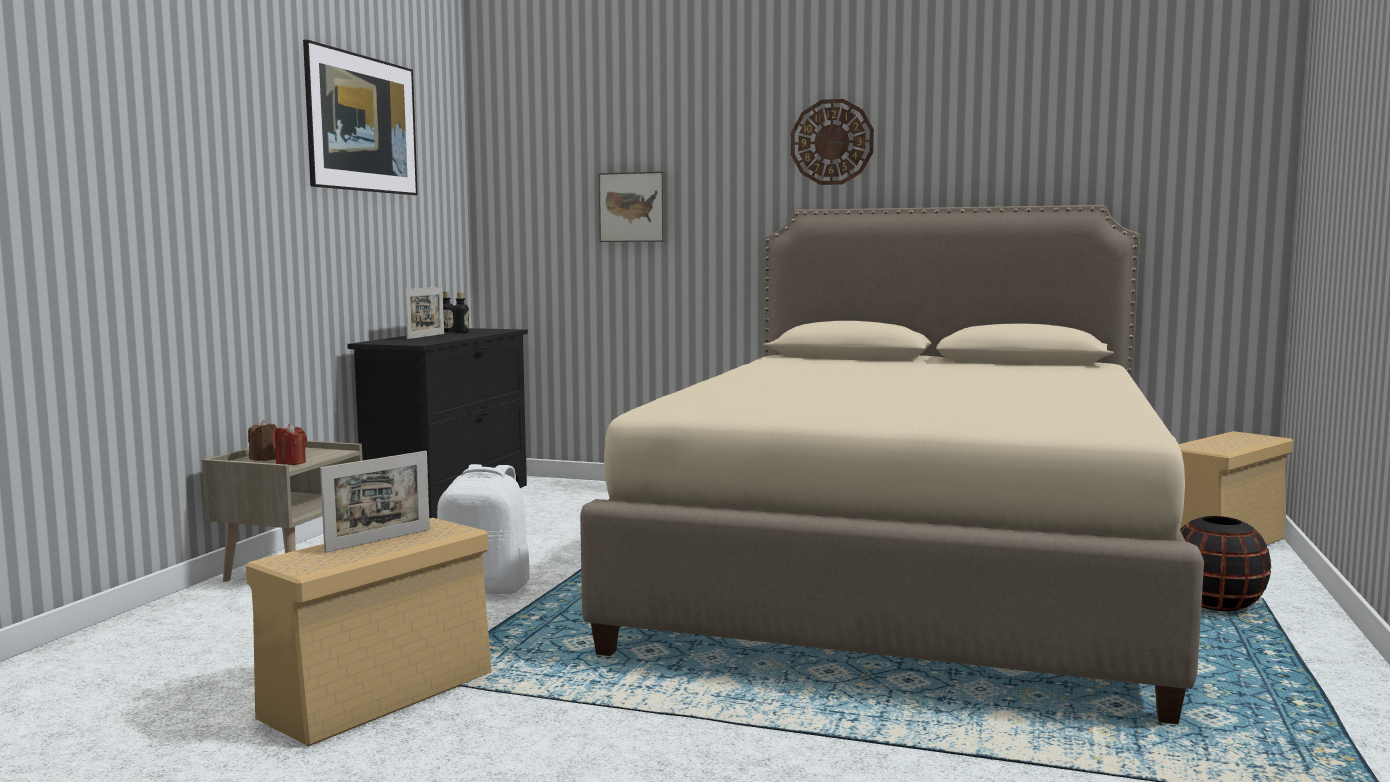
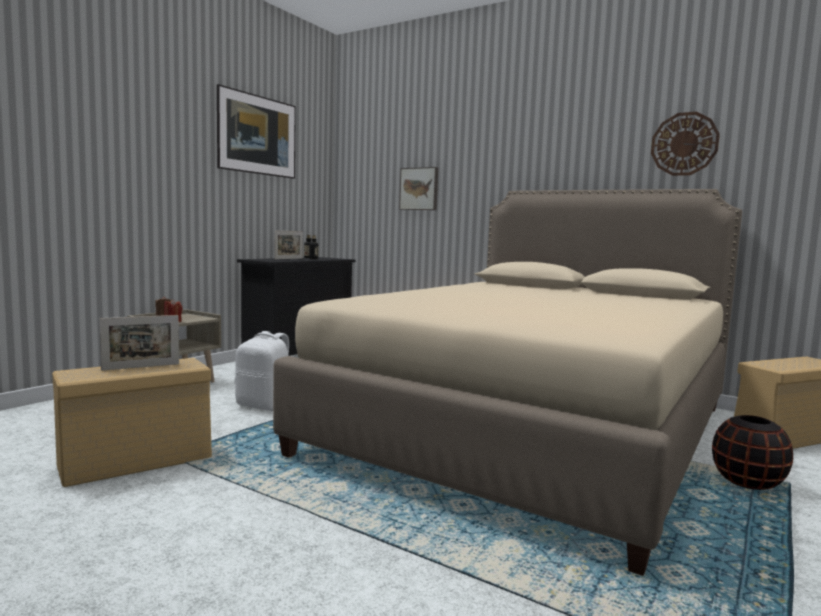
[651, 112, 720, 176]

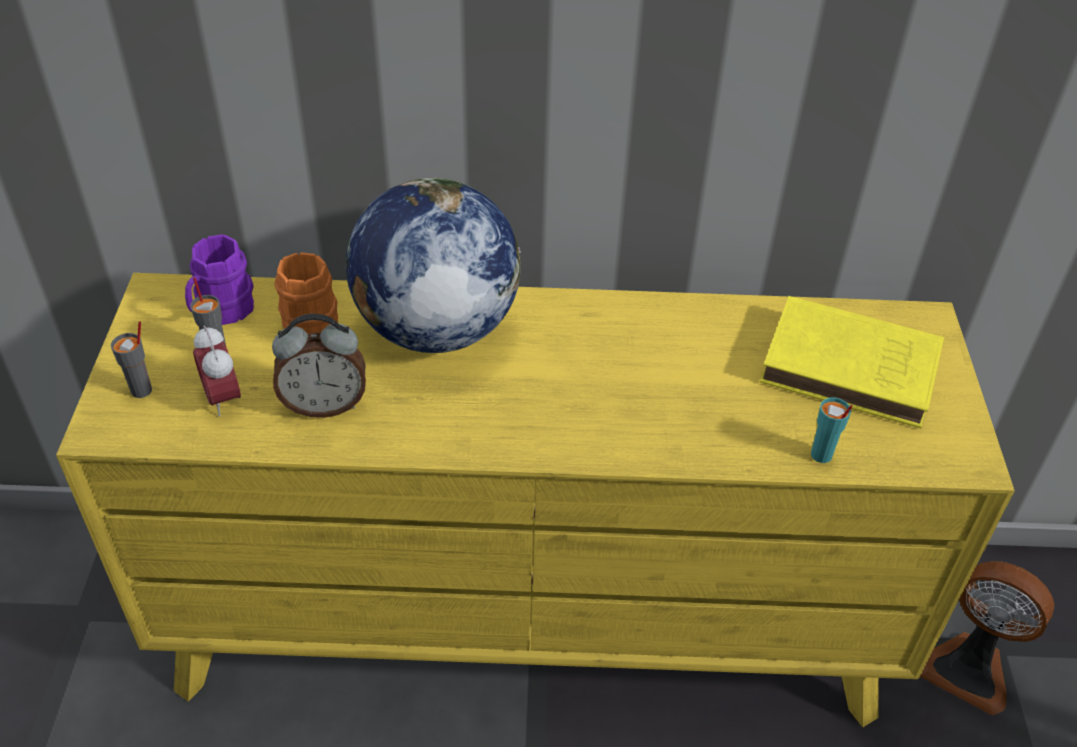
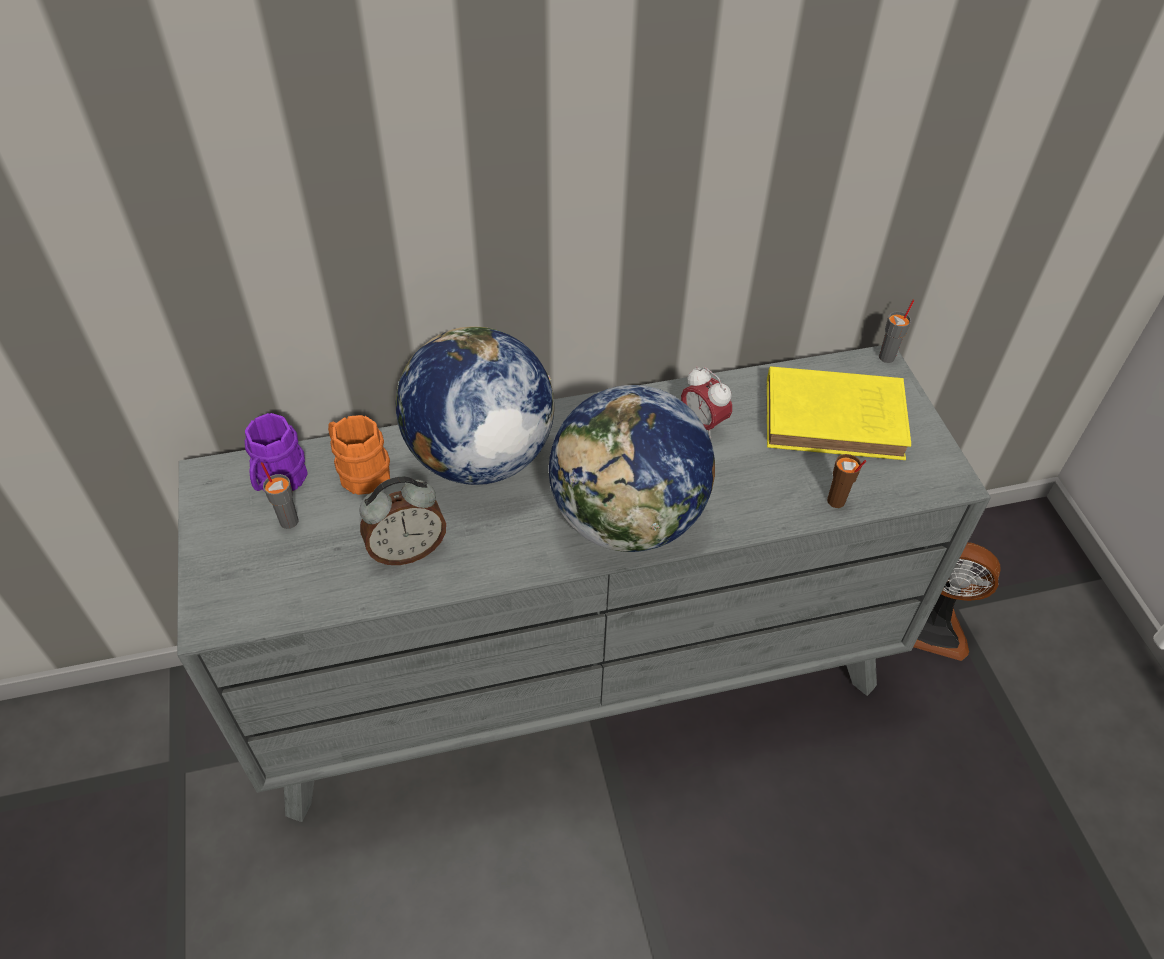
[177, 345, 991, 822]
[879, 300, 914, 363]
[681, 366, 732, 438]
[827, 454, 866, 508]
[549, 385, 715, 552]

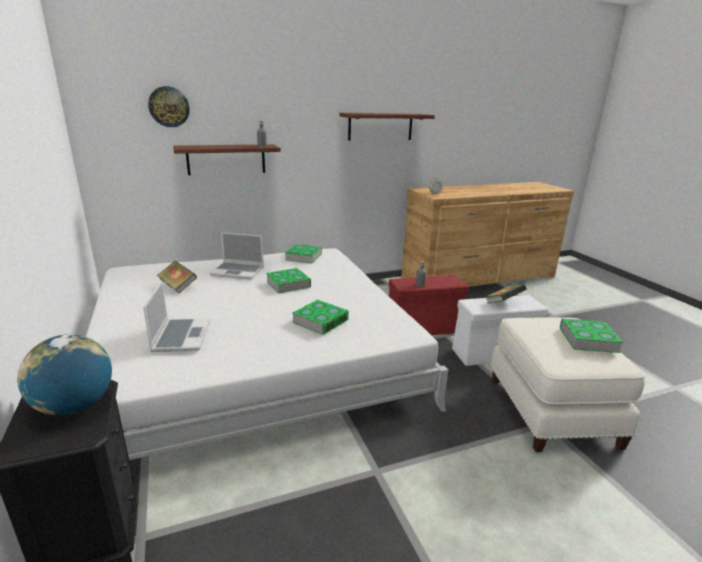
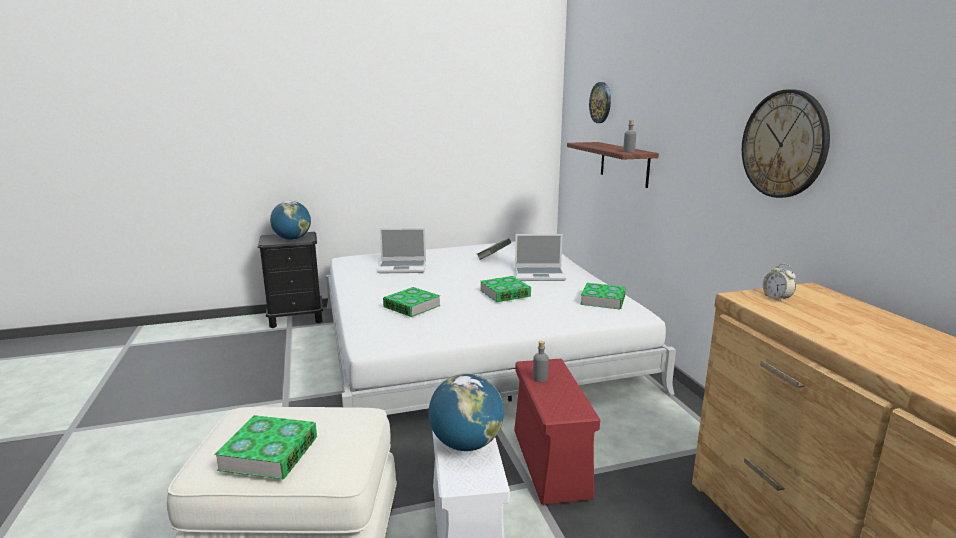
[515, 234, 566, 281]
[742, 89, 830, 198]
[429, 374, 504, 451]

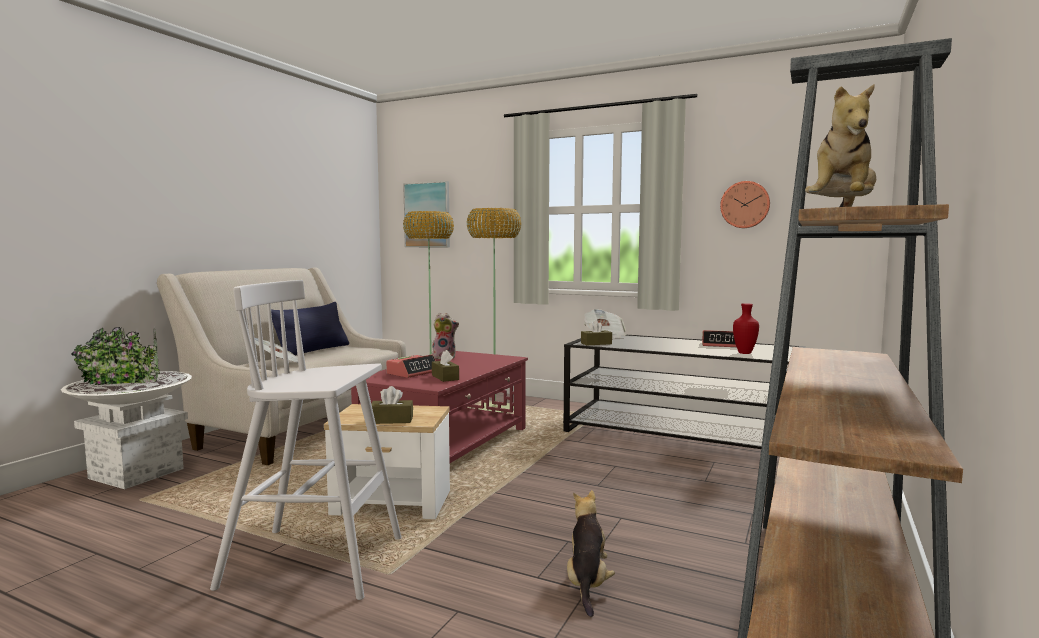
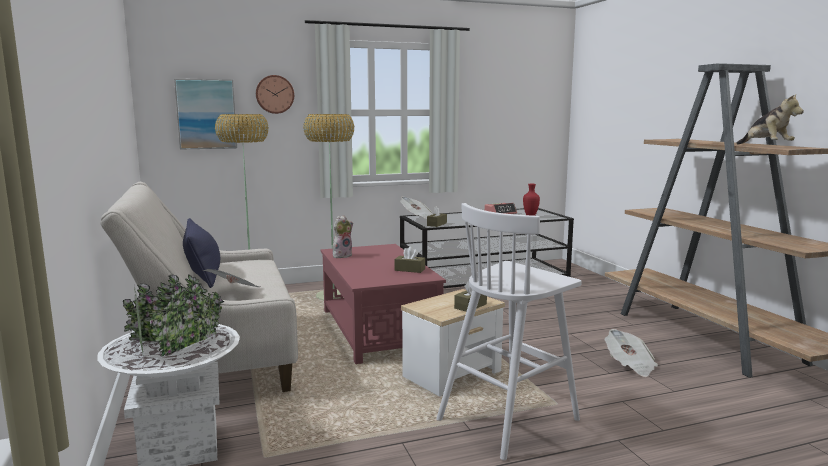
[386, 354, 436, 378] (first image)
[605, 329, 658, 377]
[256, 75, 294, 114]

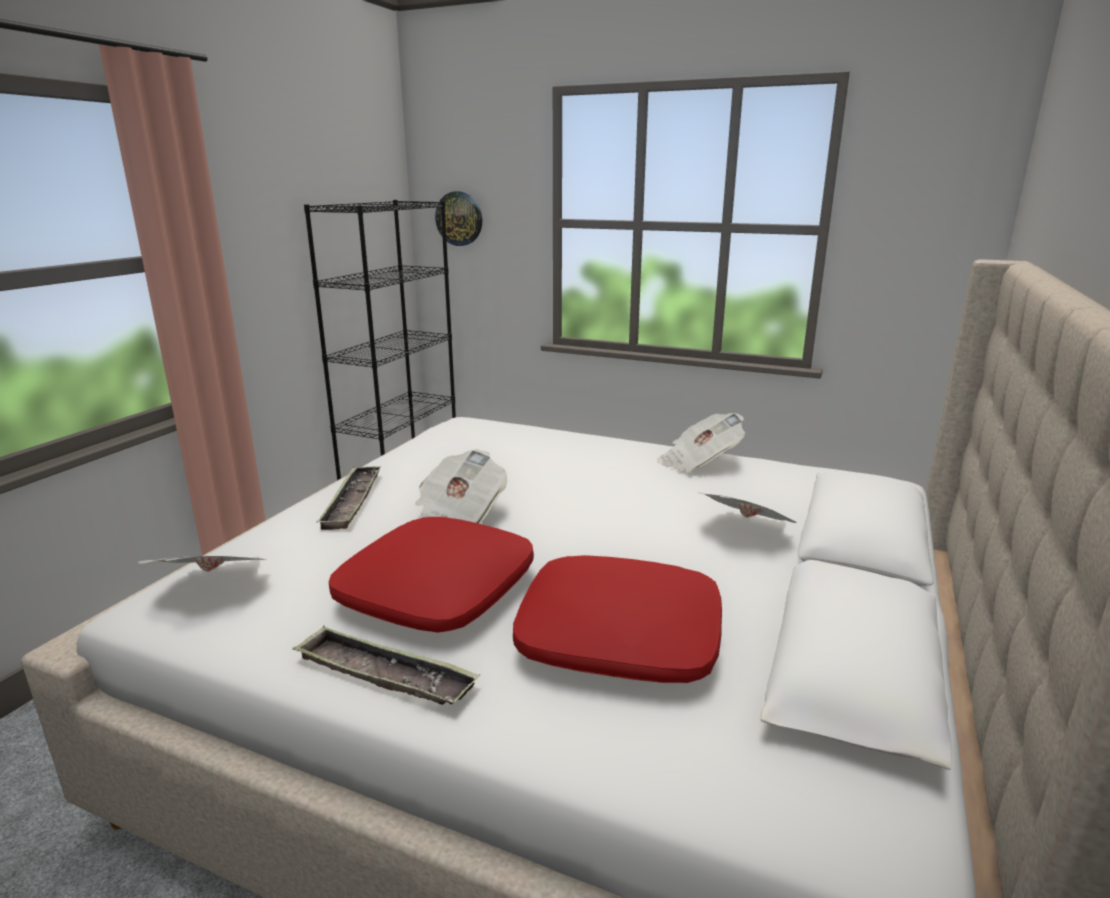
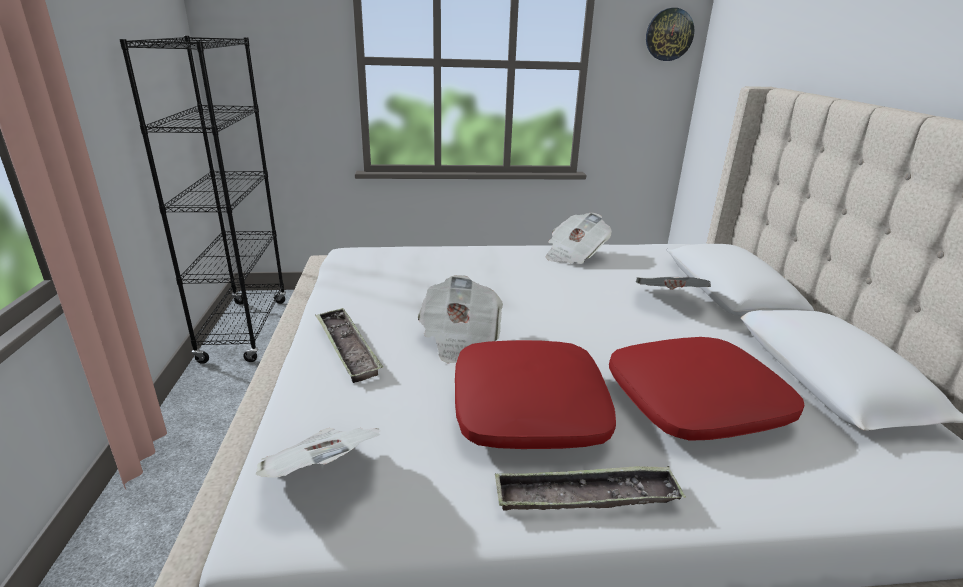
[646, 8, 694, 61]

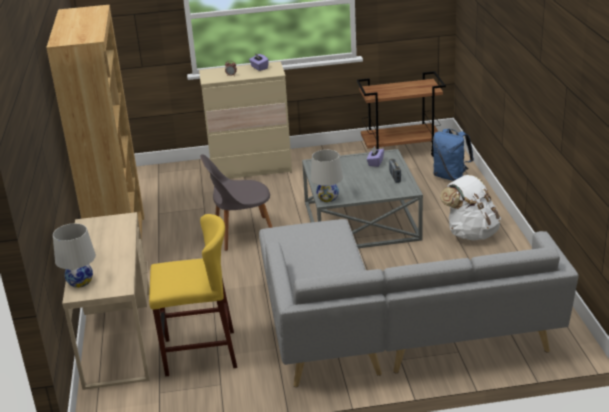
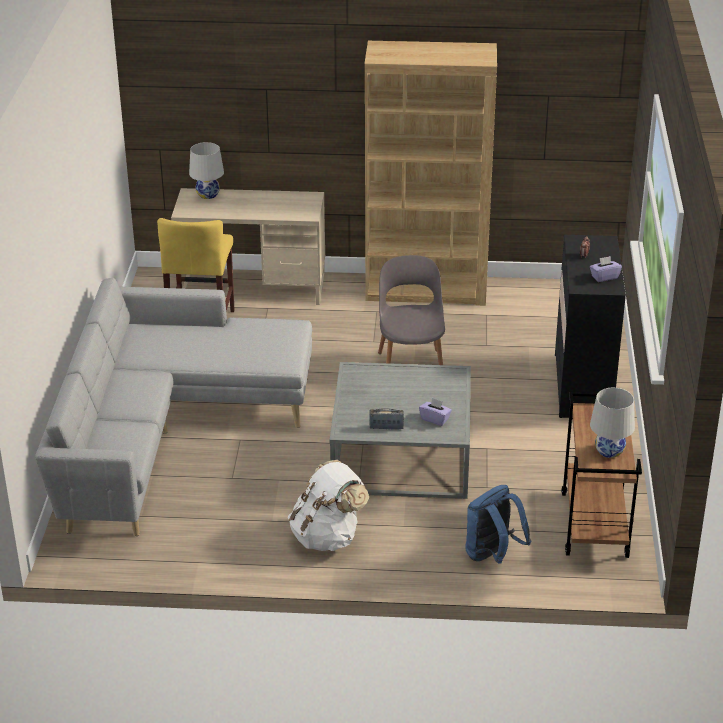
[555, 235, 626, 418]
[590, 388, 635, 458]

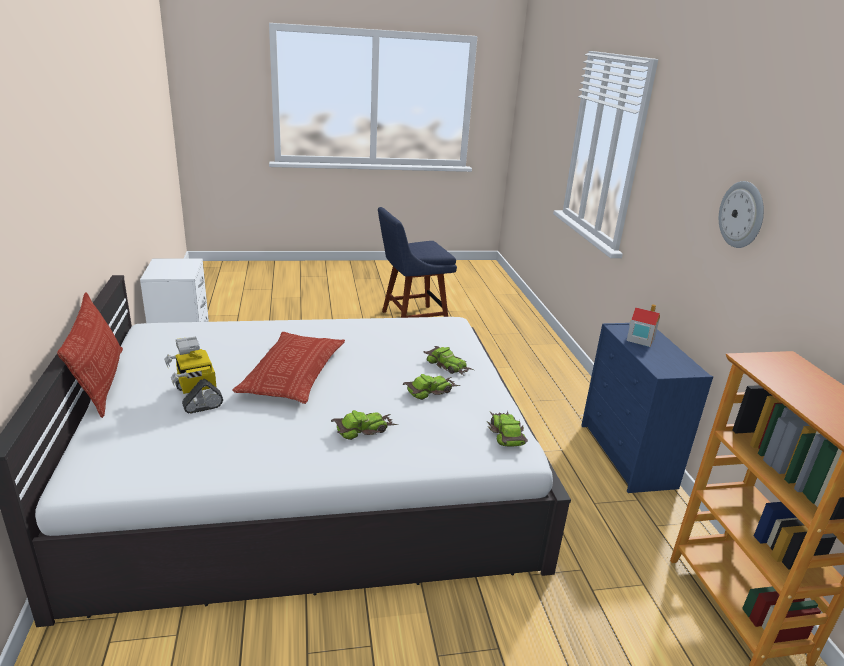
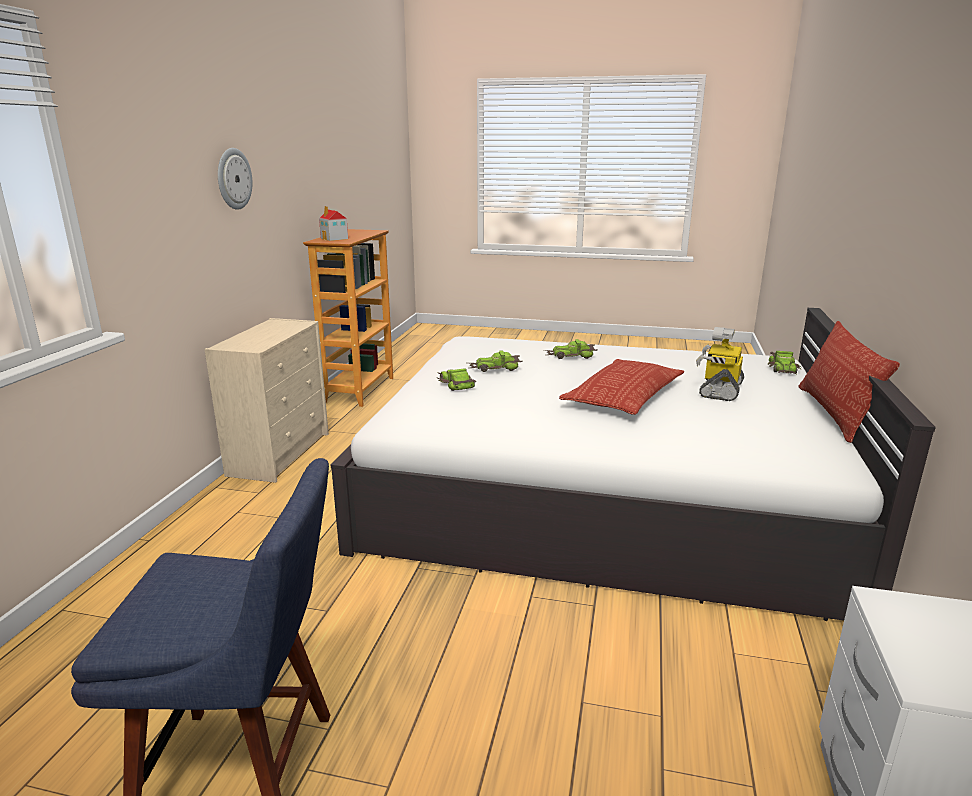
[696, 327, 744, 401]
[768, 351, 802, 375]
[204, 318, 329, 483]
[319, 206, 348, 241]

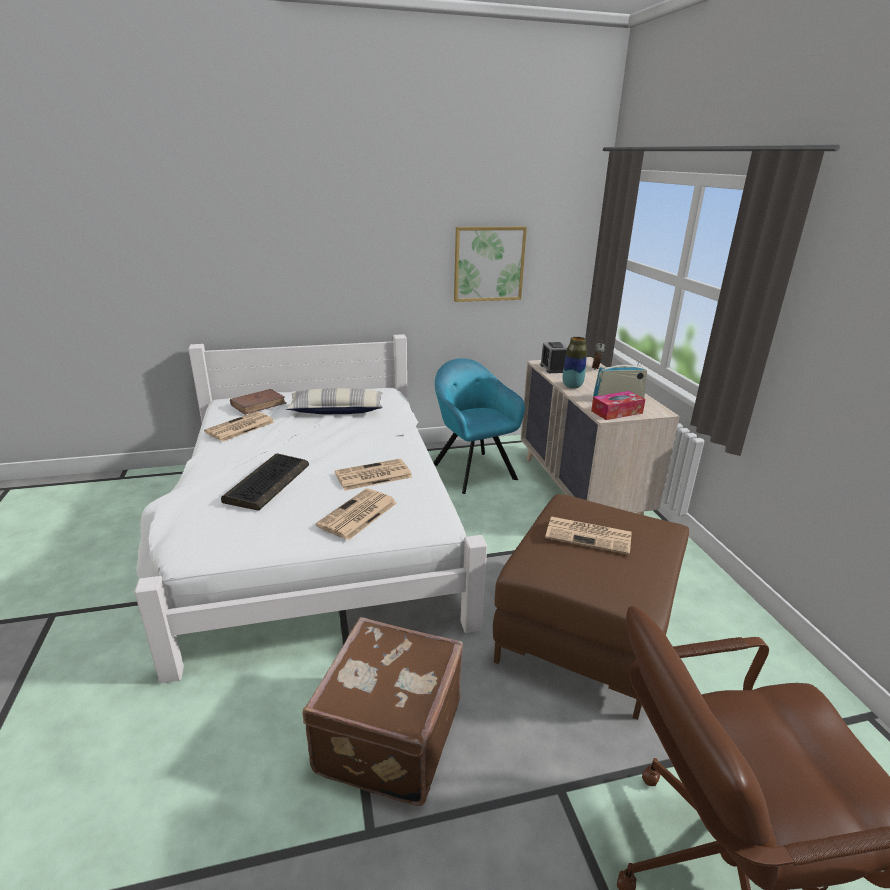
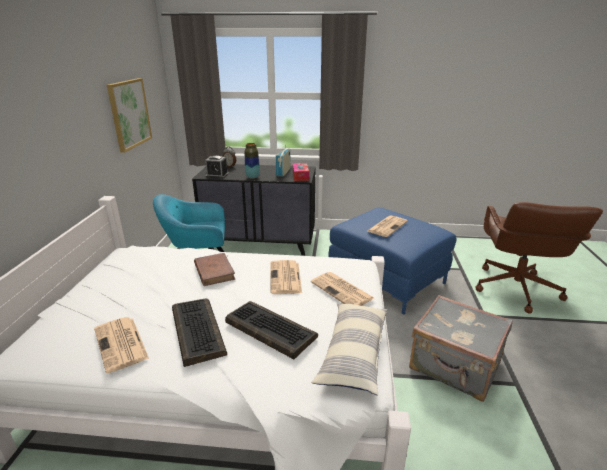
[194, 253, 235, 286]
[312, 303, 388, 396]
[409, 295, 513, 402]
[329, 207, 457, 315]
[192, 164, 316, 256]
[172, 299, 227, 367]

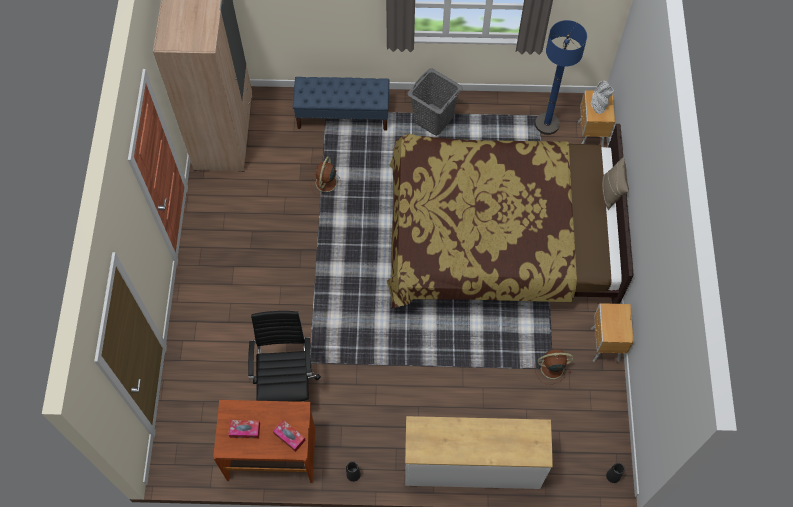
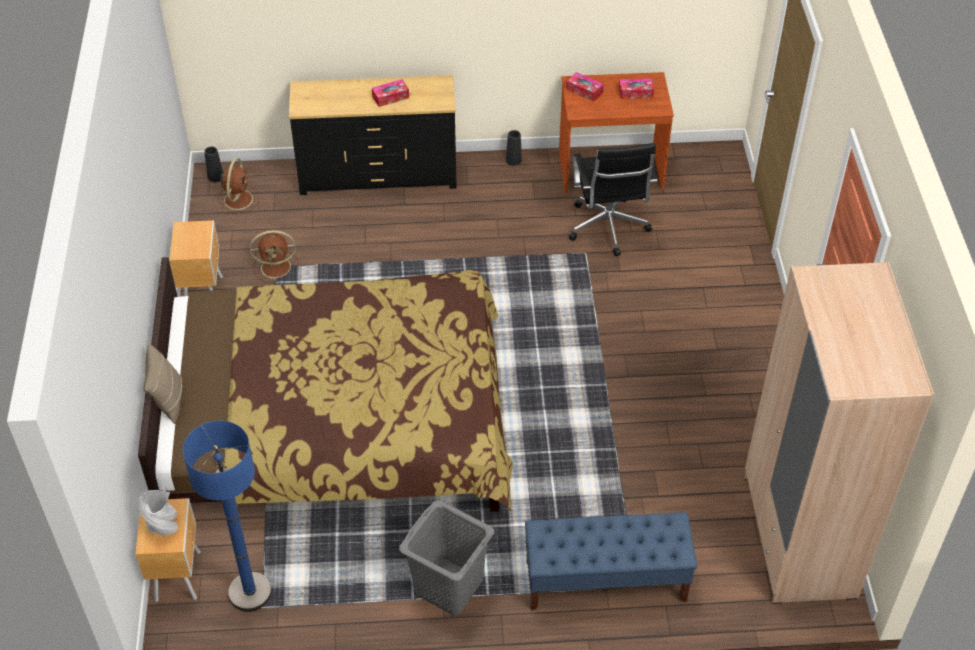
[218, 158, 260, 214]
[289, 75, 457, 195]
[372, 79, 409, 107]

